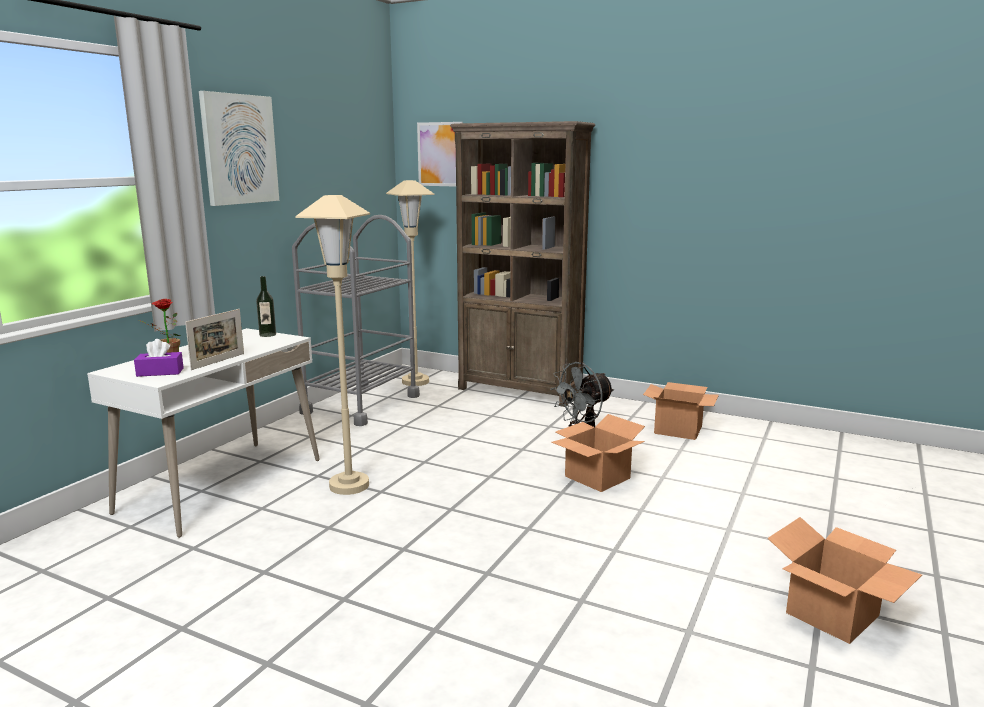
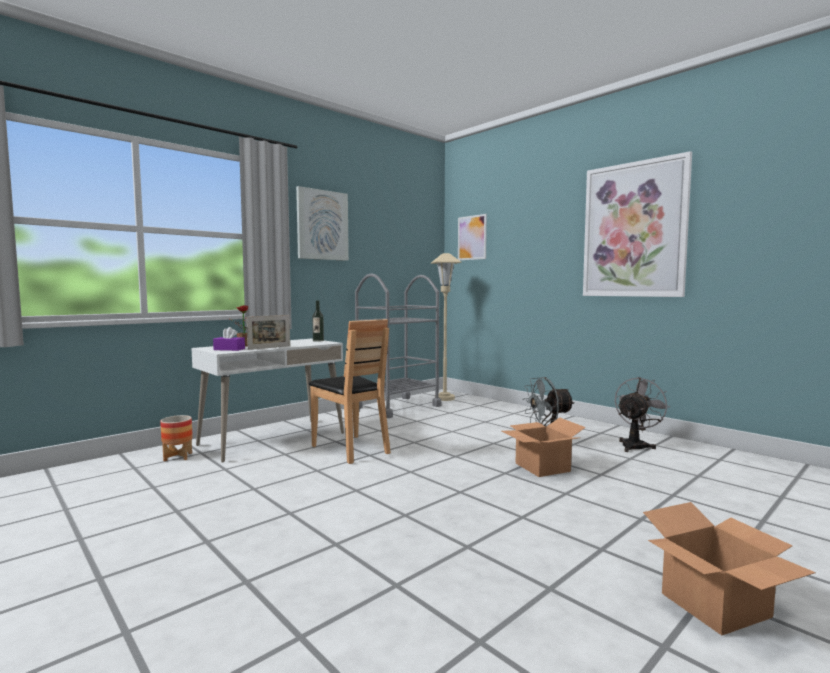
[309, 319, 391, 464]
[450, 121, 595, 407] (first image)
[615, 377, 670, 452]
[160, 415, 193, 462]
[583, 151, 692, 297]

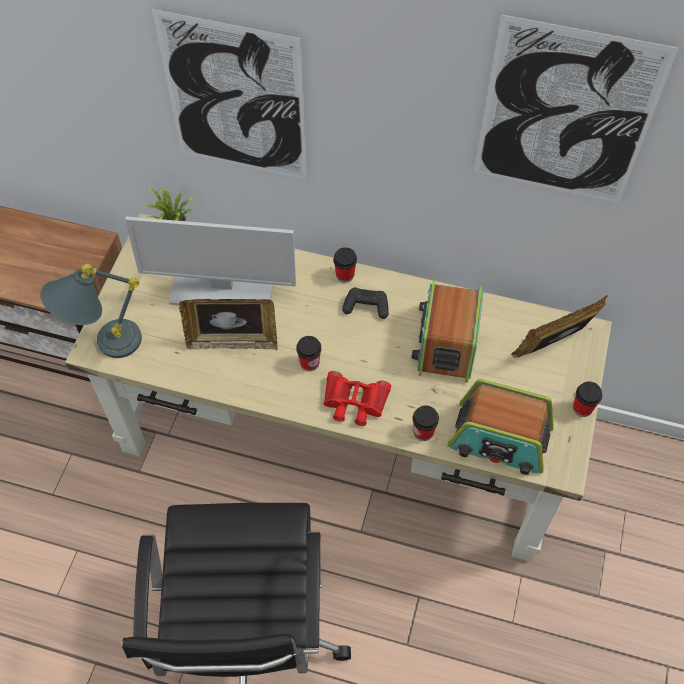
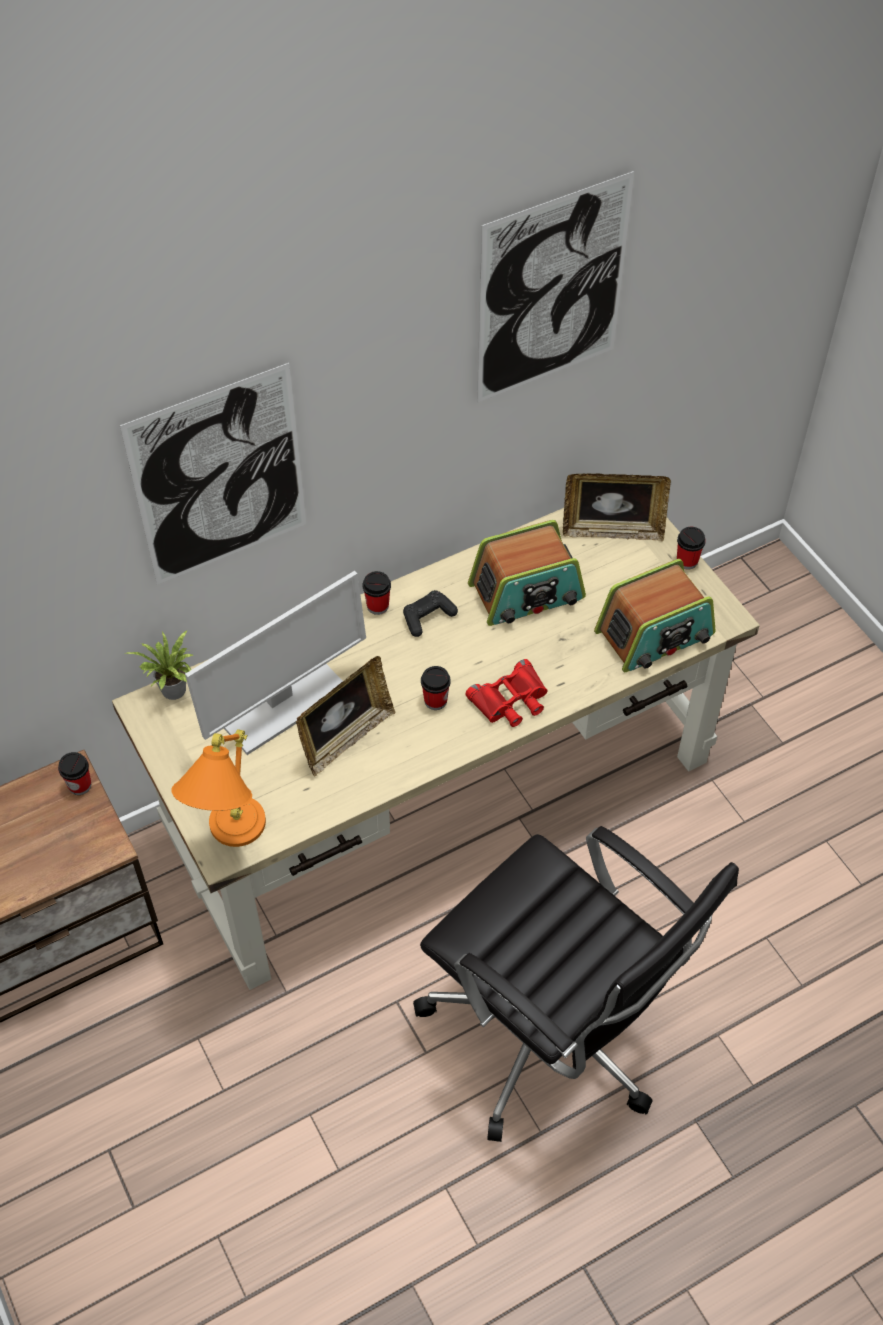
[171, 729, 266, 847]
[468, 520, 586, 626]
[58, 752, 91, 795]
[563, 473, 671, 541]

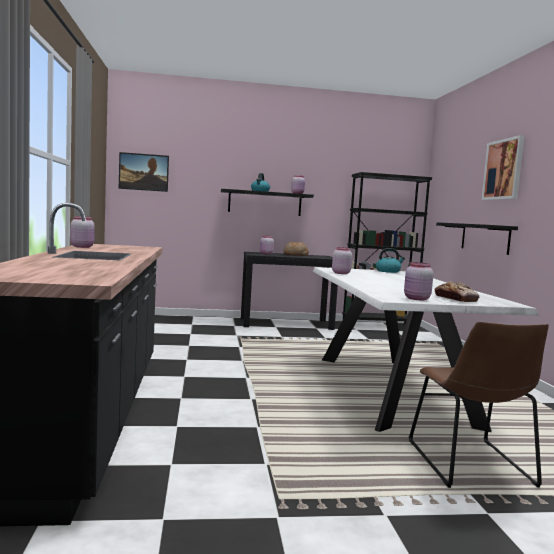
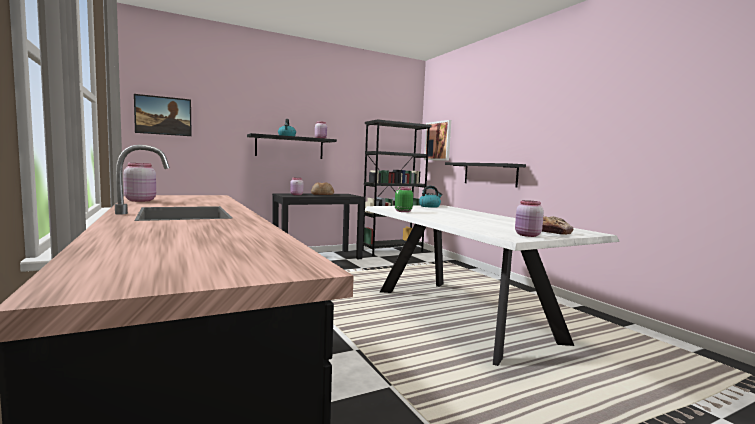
[395, 187, 413, 212]
[409, 322, 549, 488] (first image)
[424, 120, 451, 161]

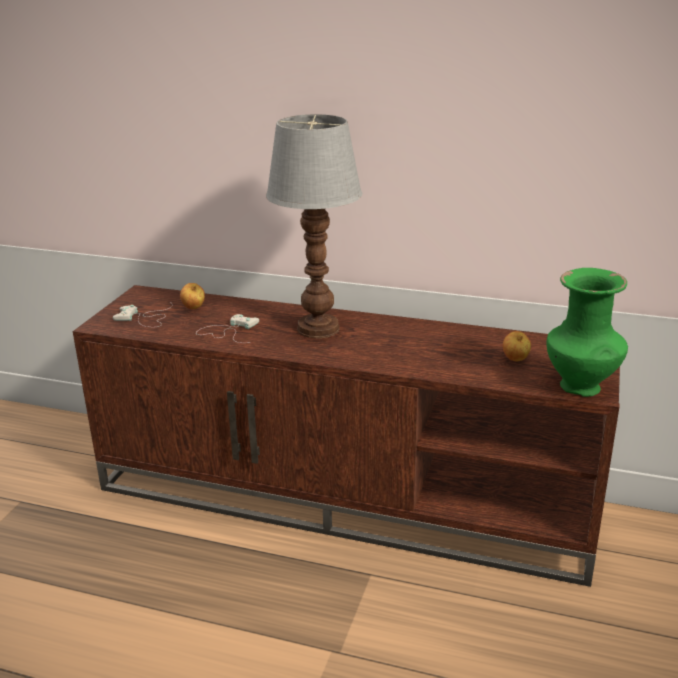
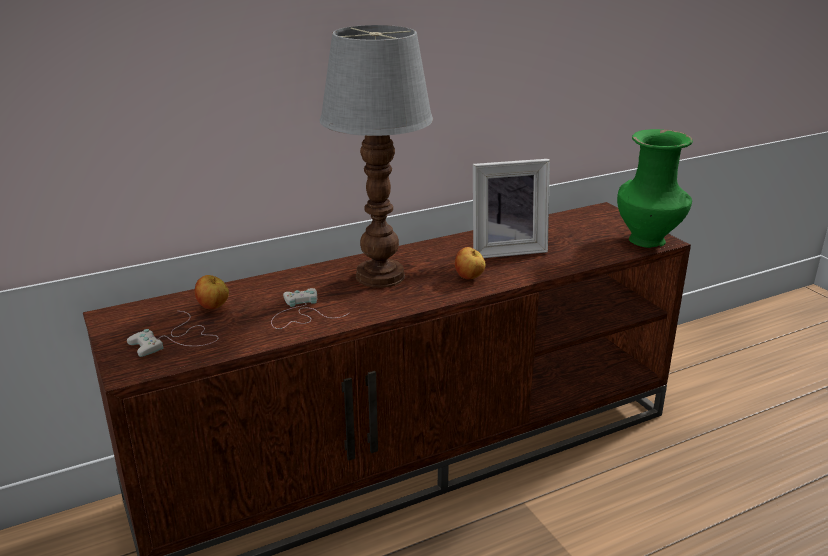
[455, 247, 486, 279]
[473, 159, 550, 258]

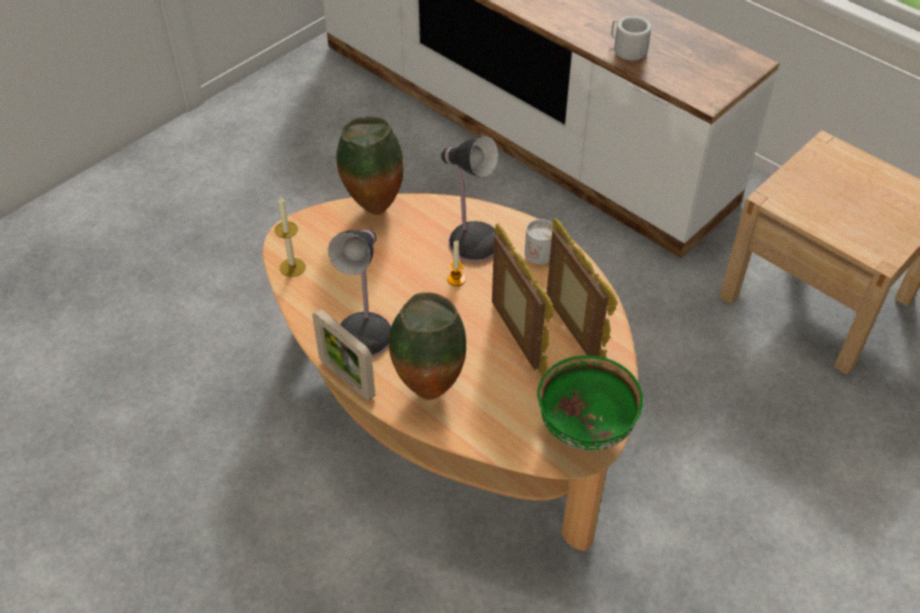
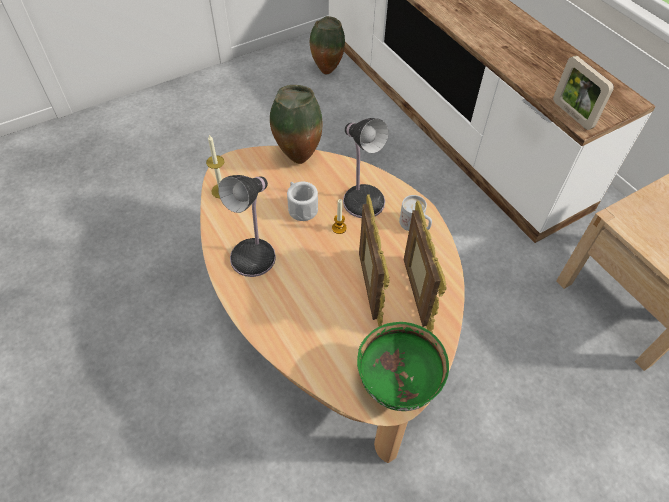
[553, 56, 614, 130]
[310, 16, 345, 74]
[287, 181, 318, 221]

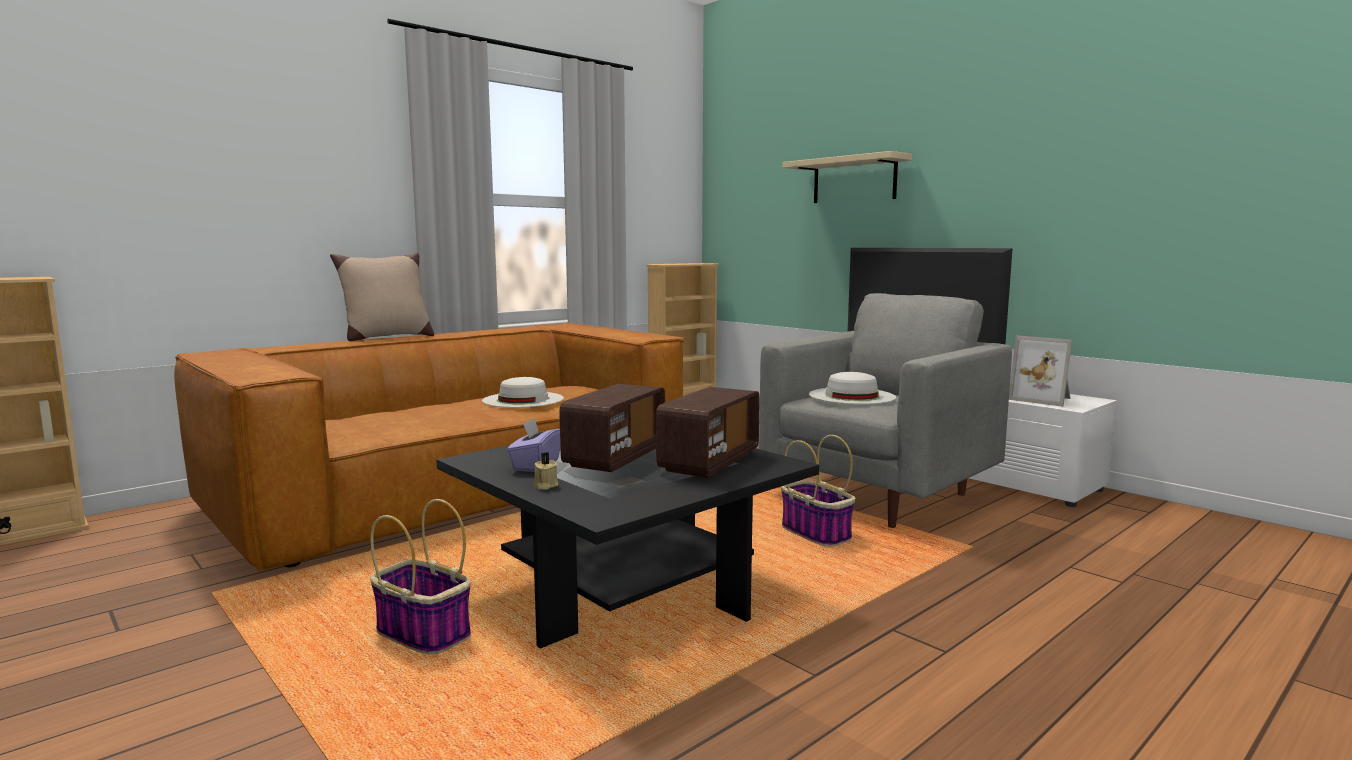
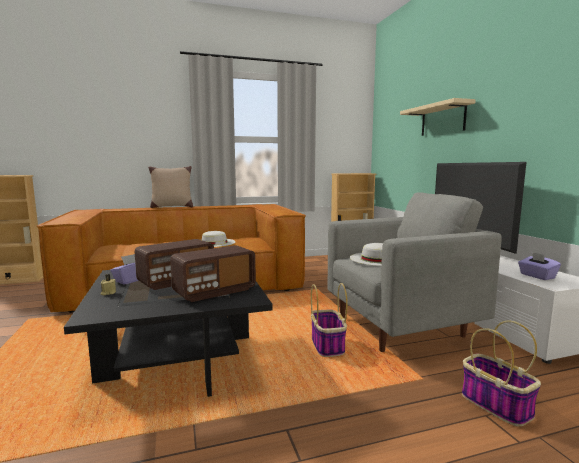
[462, 321, 541, 427]
[518, 252, 561, 280]

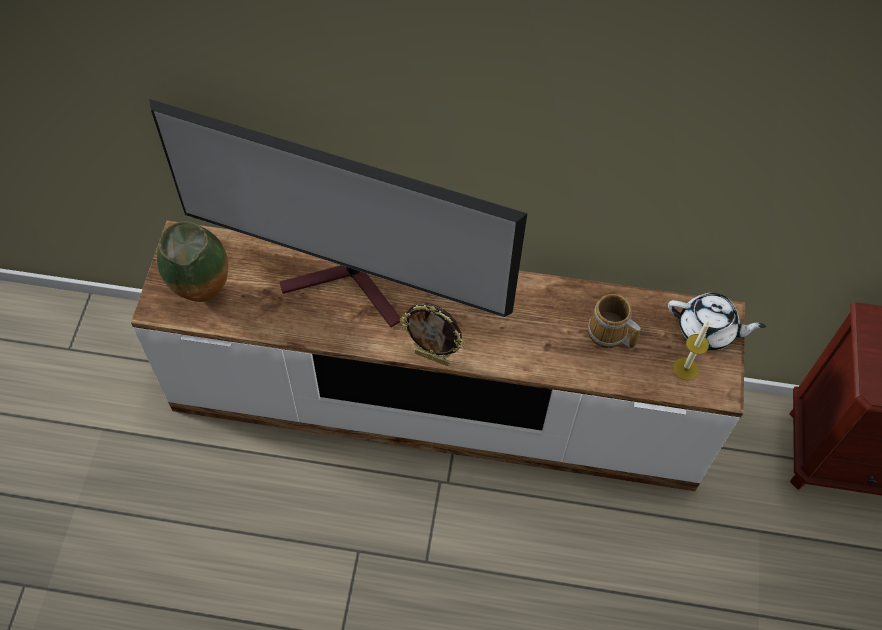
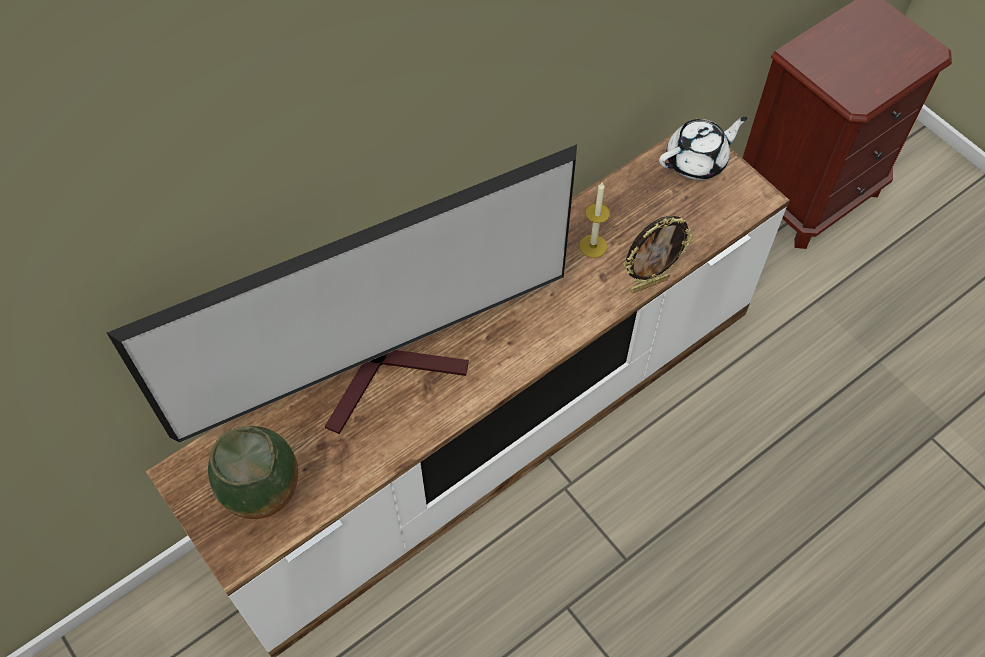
[623, 216, 694, 293]
[588, 294, 641, 349] (first image)
[579, 183, 610, 258]

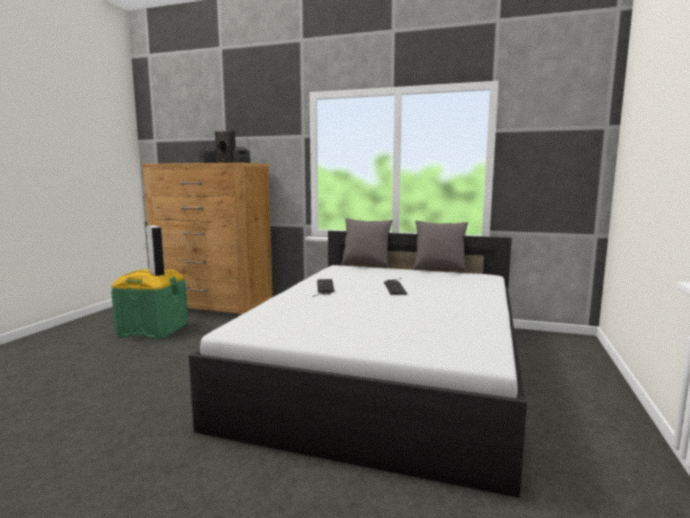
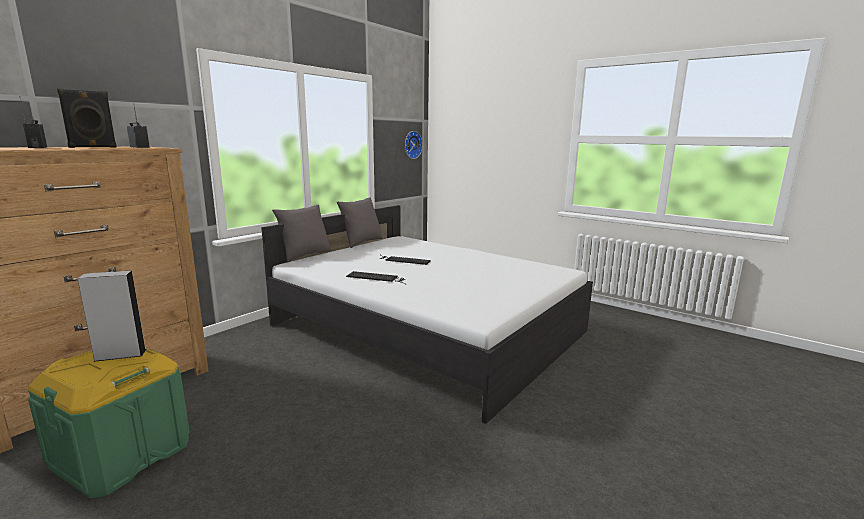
[405, 131, 423, 159]

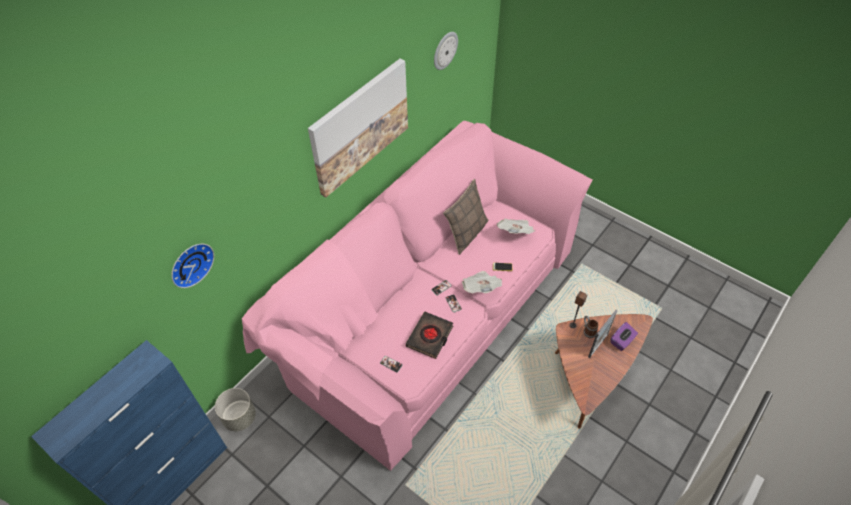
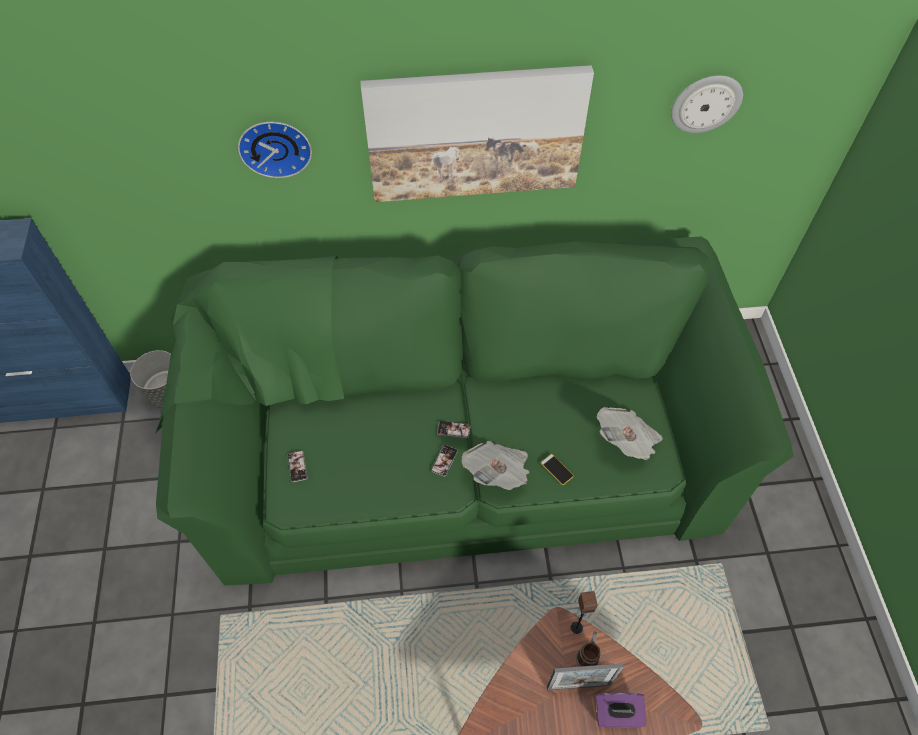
[238, 122, 312, 178]
[156, 236, 794, 586]
[406, 312, 453, 359] (first image)
[443, 179, 489, 255] (first image)

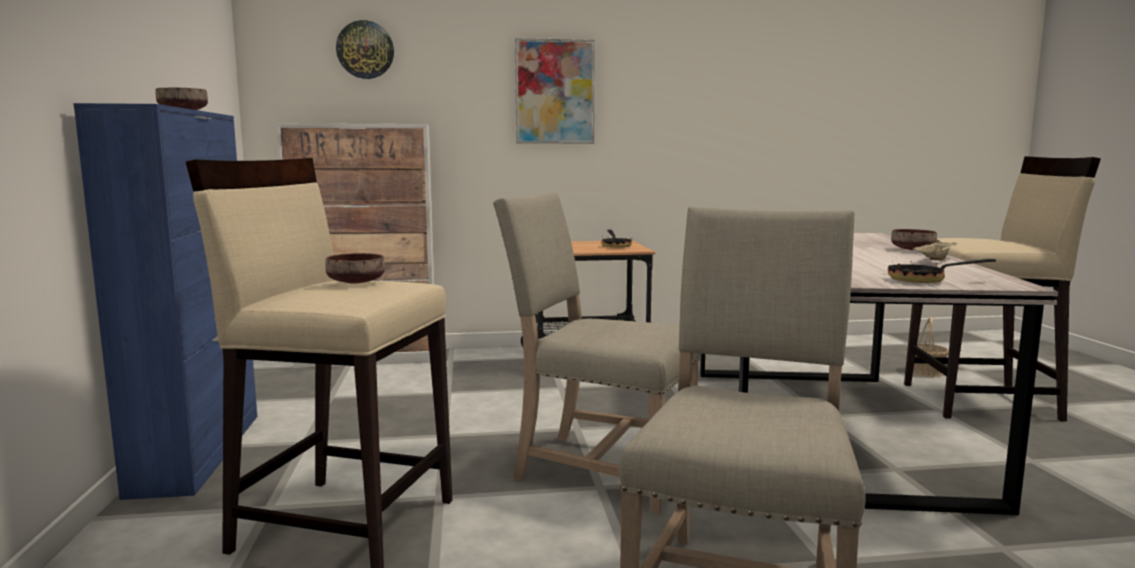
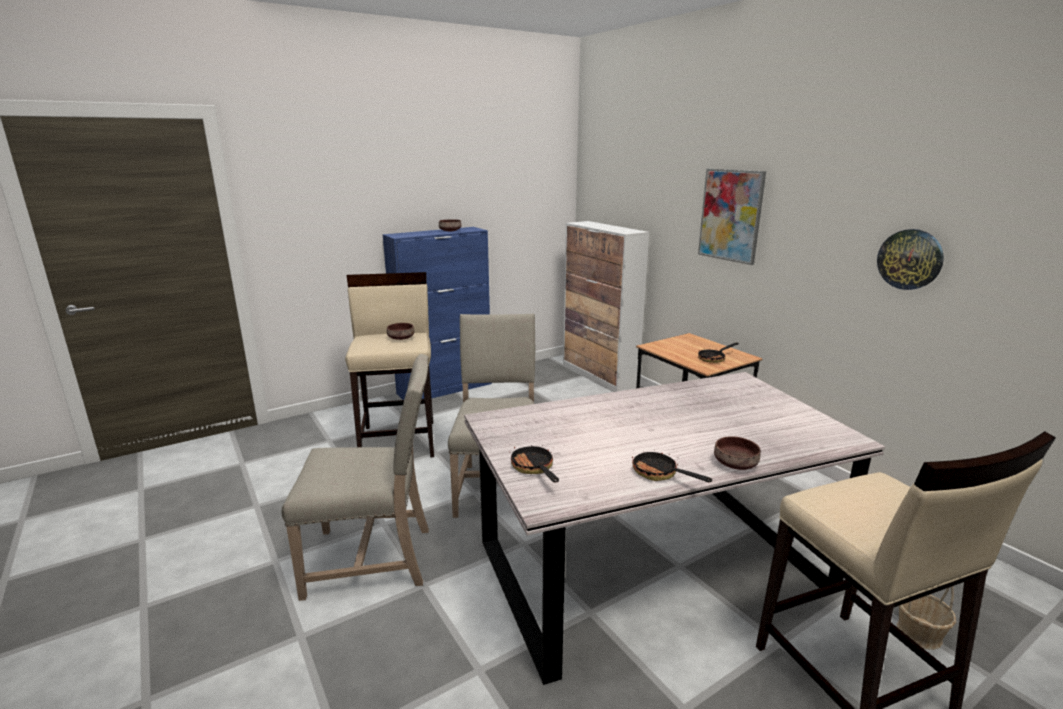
[877, 229, 944, 290]
[632, 452, 712, 482]

